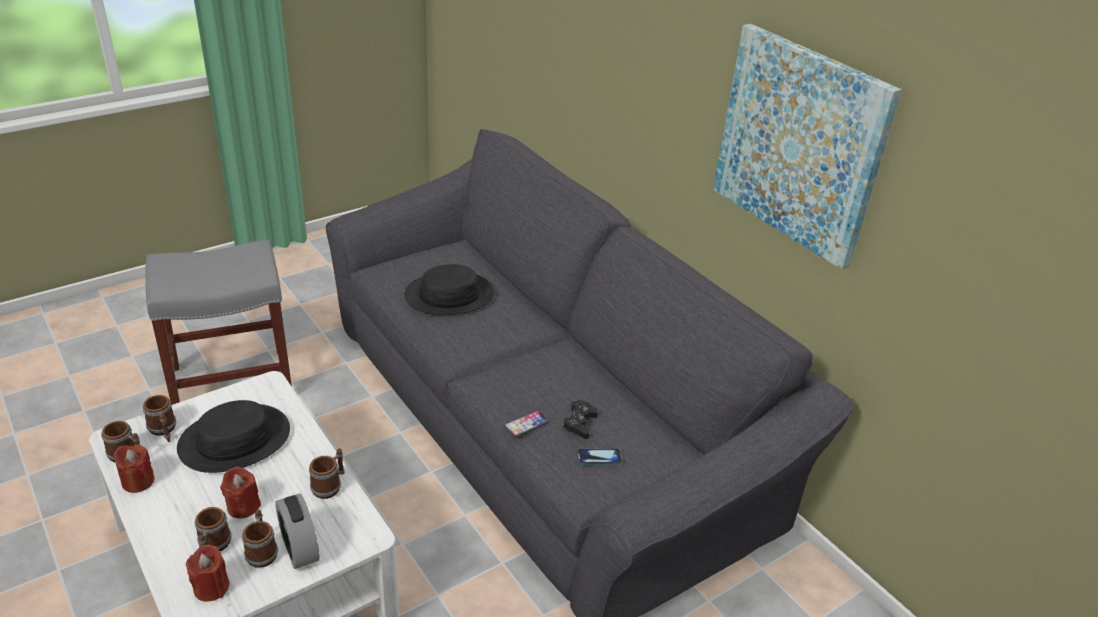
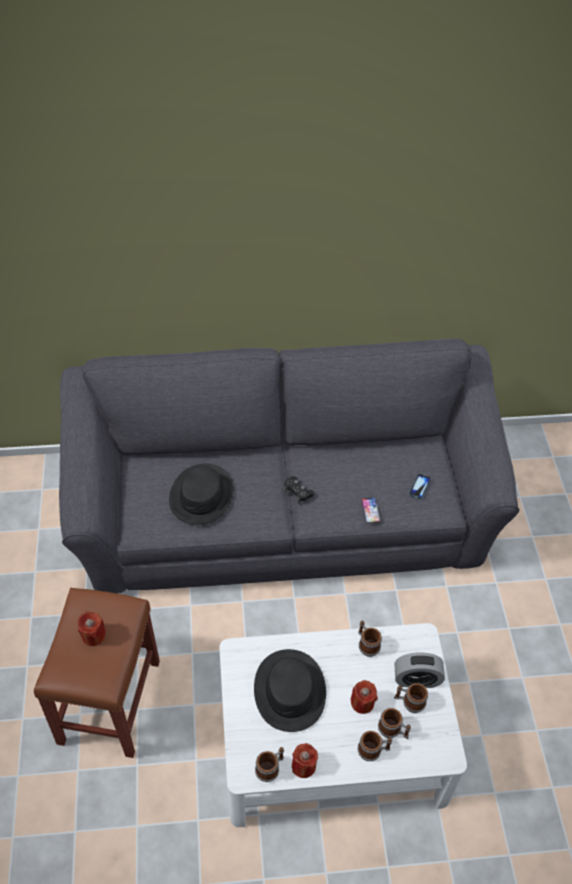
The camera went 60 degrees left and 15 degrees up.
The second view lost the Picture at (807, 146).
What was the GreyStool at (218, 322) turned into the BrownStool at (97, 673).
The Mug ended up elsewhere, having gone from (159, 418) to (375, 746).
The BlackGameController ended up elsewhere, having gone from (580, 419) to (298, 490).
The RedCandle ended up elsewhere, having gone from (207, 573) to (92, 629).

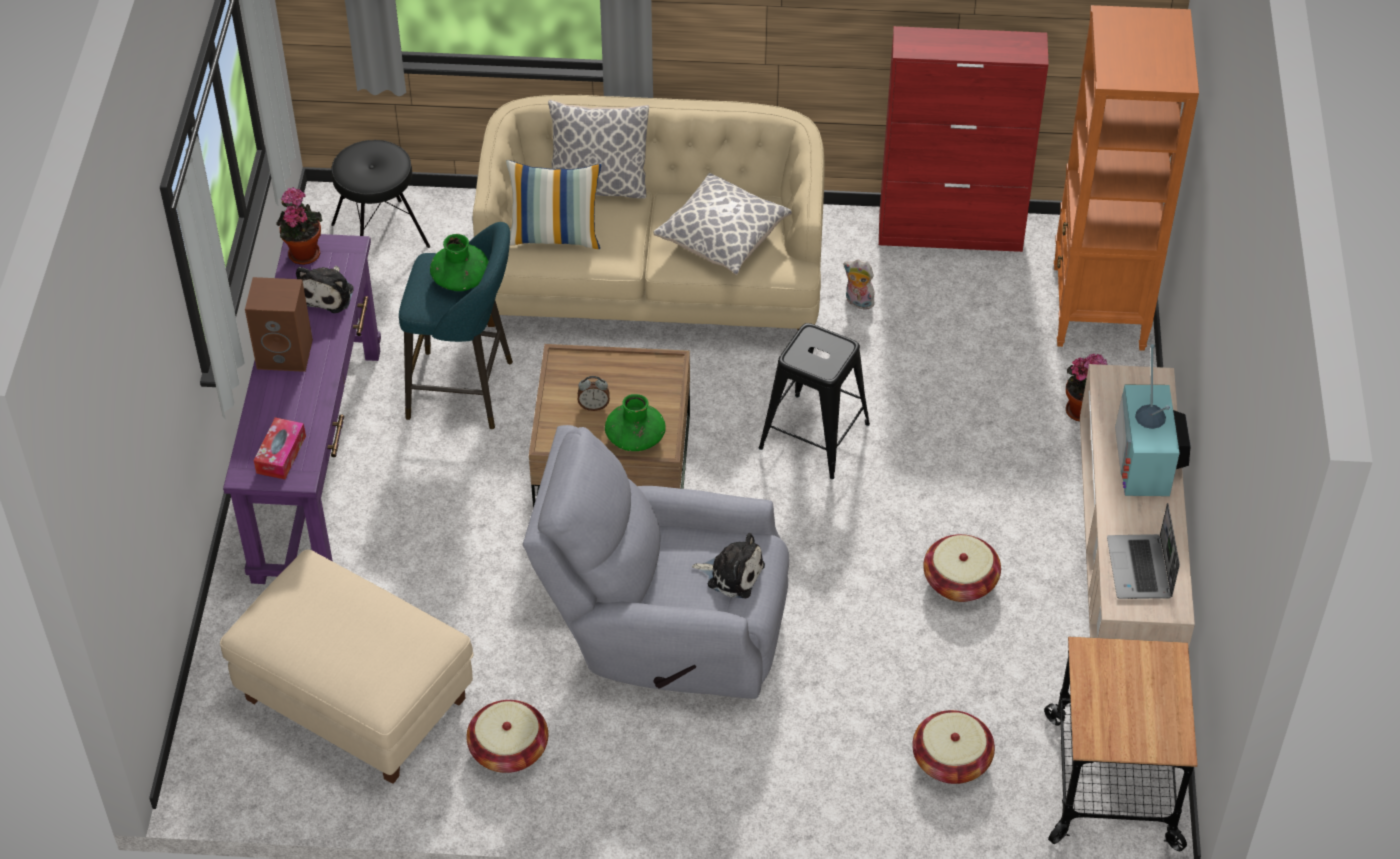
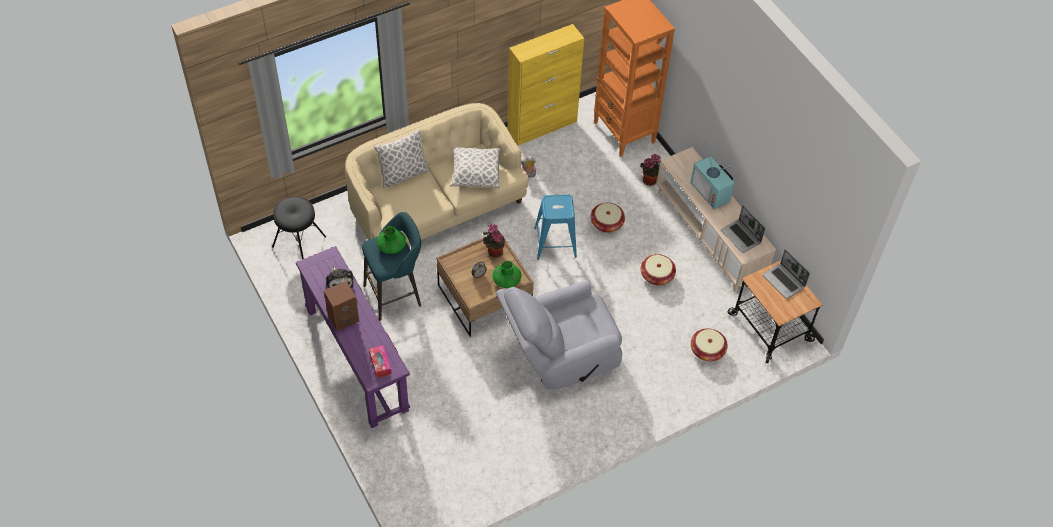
The camera went 35 degrees left and 5 degrees up.
What was the RedCabinet at (964, 139) turned into the YellowCabinet at (545, 85).
The second view lost the Pillow at (553, 204).
The PottedPlant ended up elsewhere, having gone from (299, 226) to (494, 241).
What was the BlackStool at (814, 401) turned into the BlueStool at (555, 227).
The second view lost the PlushToy at (728, 565).
The second view lost the BeigeOttoman at (347, 666).
The Basket ended up elsewhere, having gone from (507, 736) to (608, 218).
The second view gained the Laptop at (786, 274).

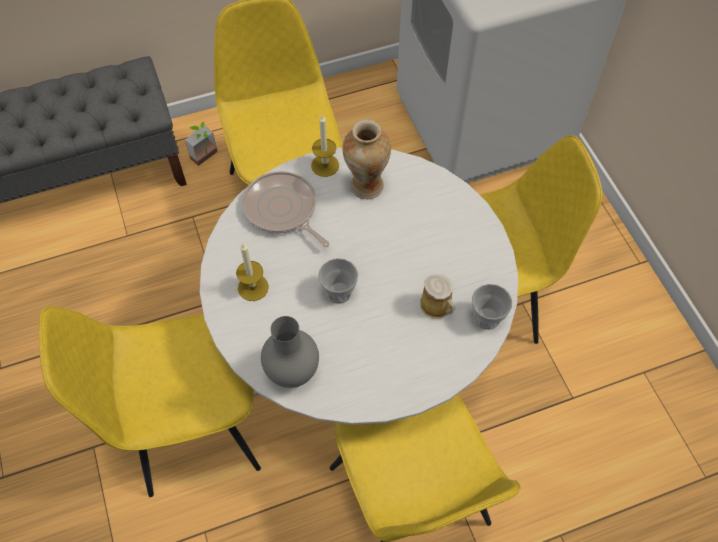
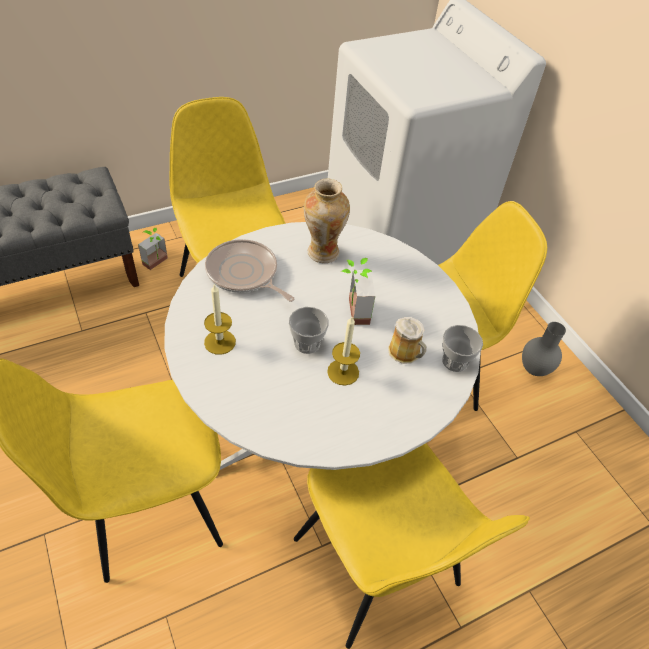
The camera went 10 degrees left and 10 degrees down.
The Candle ended up elsewhere, having gone from (325, 146) to (343, 351).
The GreyVase ended up elsewhere, having gone from (290, 352) to (544, 349).
The second view gained the PottedPlant at (358, 291).

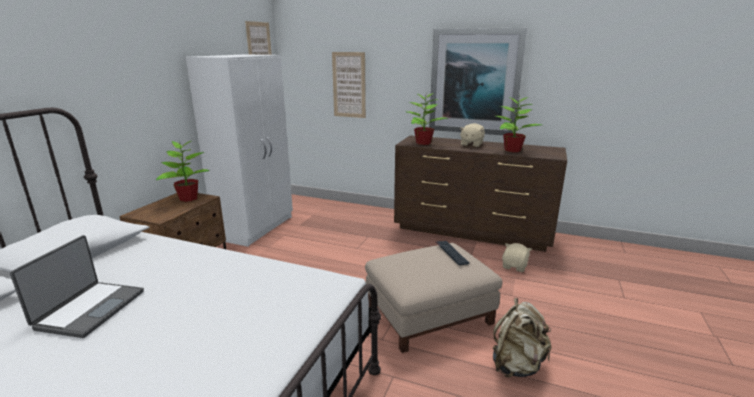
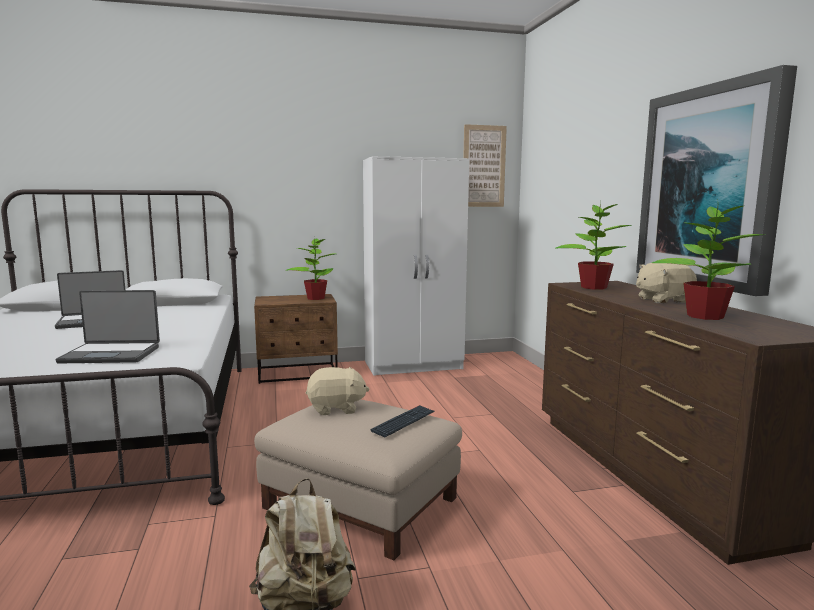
The camera went 55 degrees right and 10 degrees down.
The second view lost the Picture at (349, 85).
The BeigePlushToy ended up elsewhere, having gone from (517, 257) to (337, 391).
The second view gained the Laptop at (108, 327).

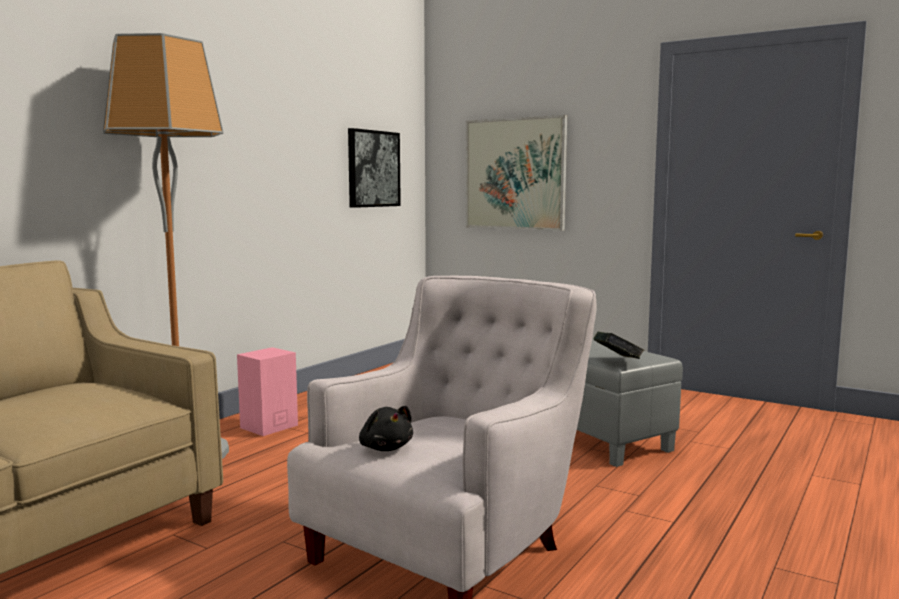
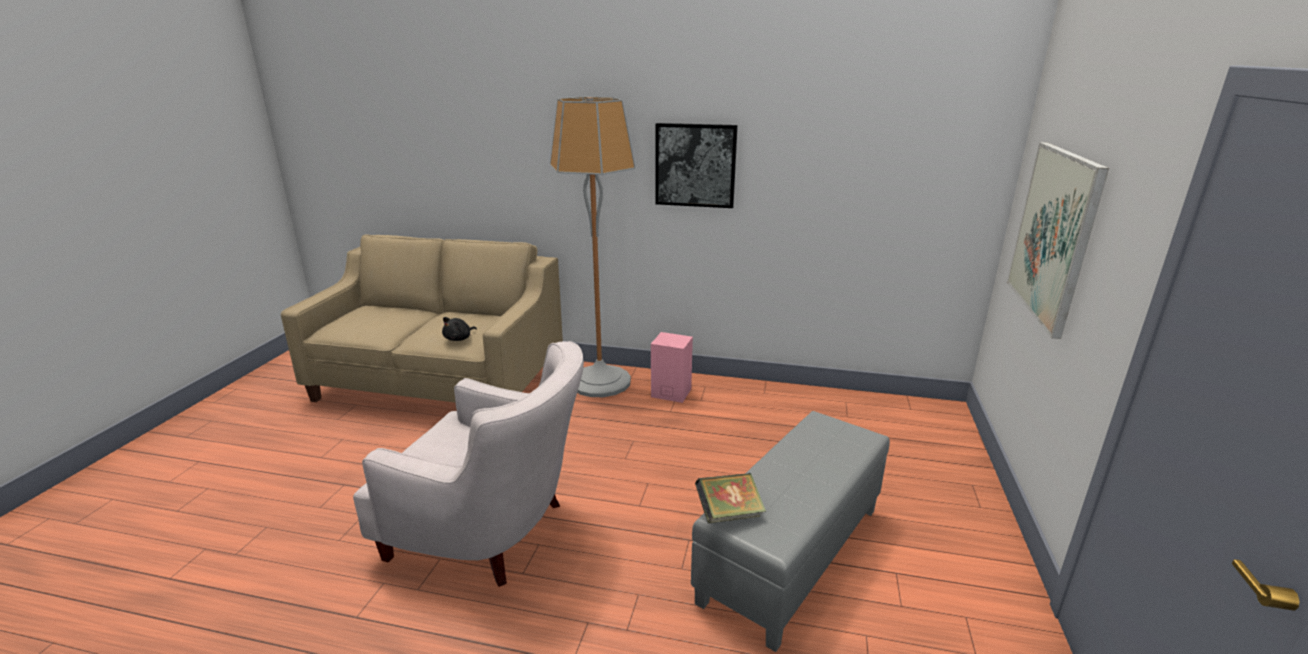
The camera went 70 degrees right and 15 degrees up.
The Picture ended up elsewhere, having gone from (374, 168) to (696, 165).
The BlackPlushToy ended up elsewhere, having gone from (386, 428) to (459, 329).

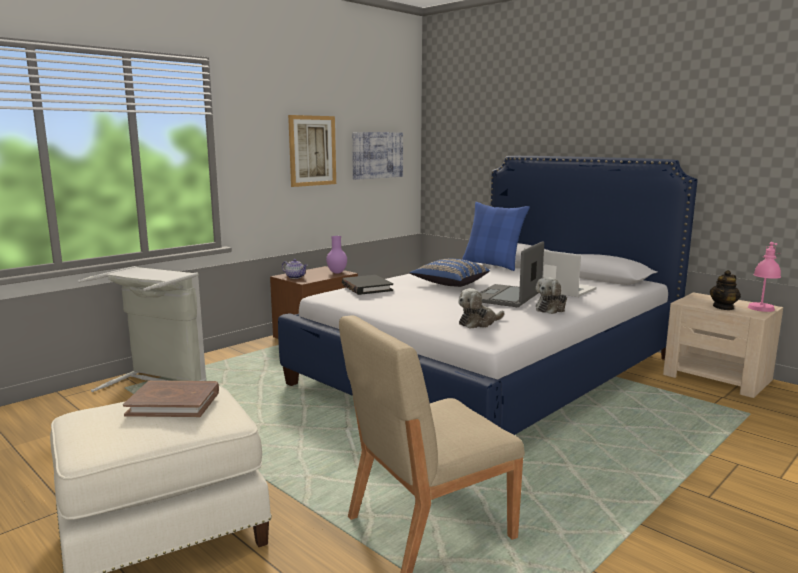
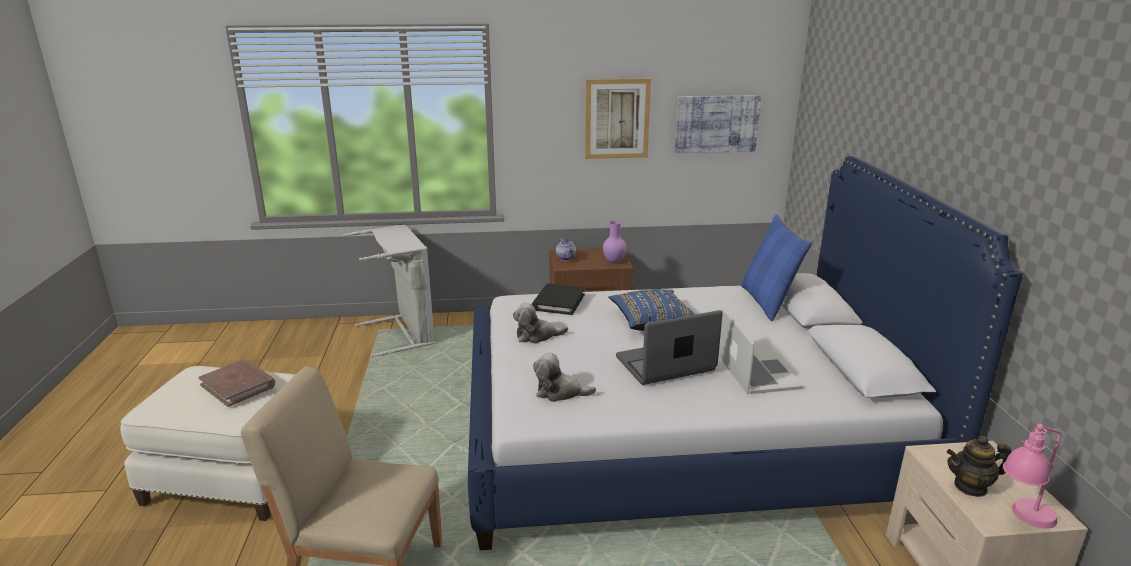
The camera went 40 degrees right and 10 degrees up.
The PlushToy ended up elsewhere, having gone from (551, 295) to (540, 323).

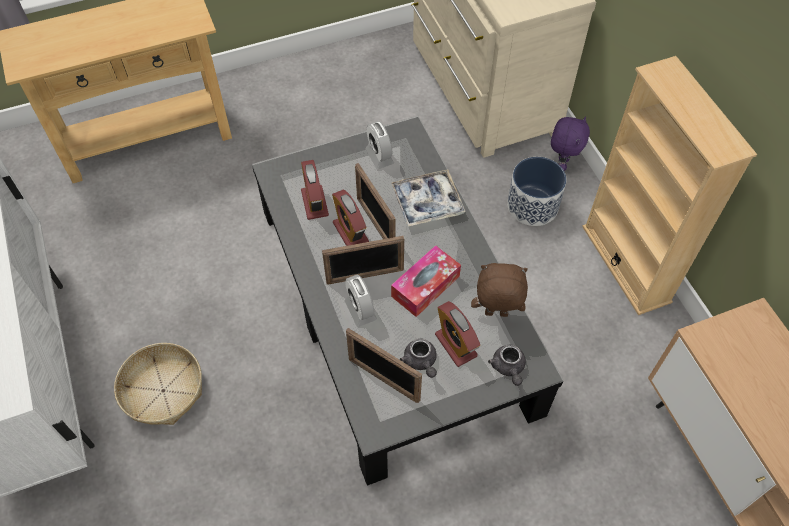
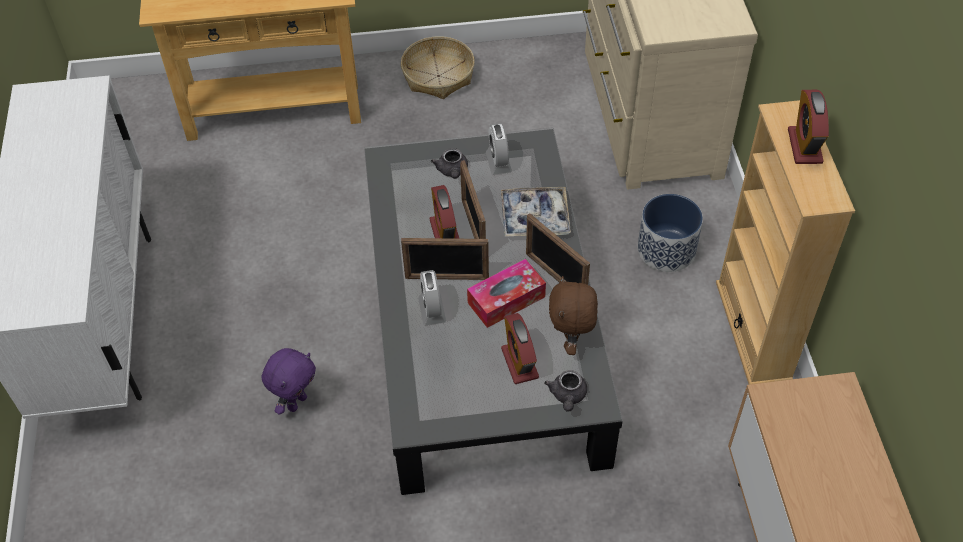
The camera went 15 degrees right and 5 degrees down.
The PurplePlushToy ended up elsewhere, having gone from (570, 143) to (289, 381).
The AlarmClock ended up elsewhere, having gone from (315, 190) to (808, 127).
The BrownPlushToy at (499, 290) ended up facing another way, 105 degrees counterclockwise from before.
The PictureFrame ended up elsewhere, having gone from (384, 365) to (558, 249).
The GreyTeapot ended up elsewhere, having gone from (418, 358) to (449, 163).
The Basket ended up elsewhere, having gone from (158, 384) to (438, 67).

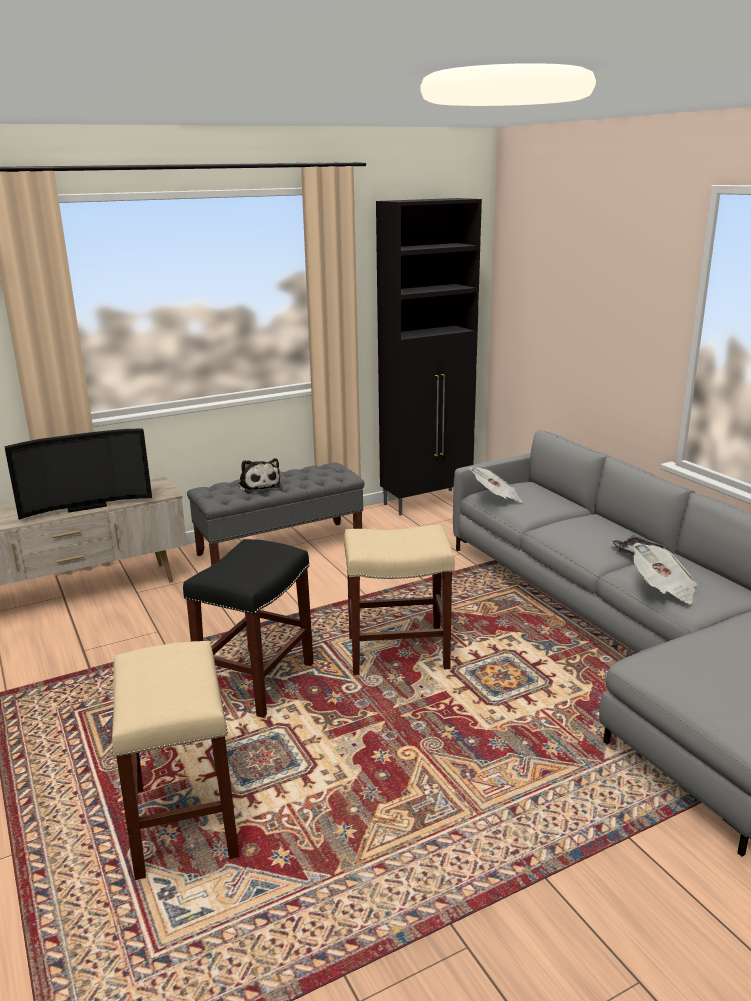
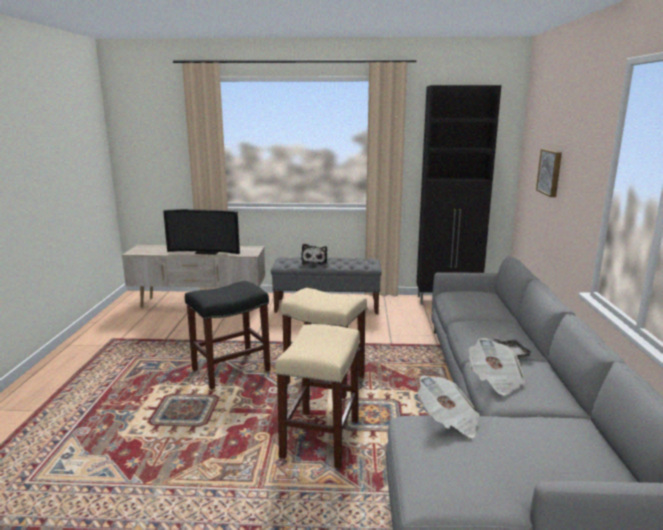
The camera went 30 degrees right and 5 degrees down.
The Newspaper ended up elsewhere, having gone from (496, 484) to (449, 407).
The BeigeStool ended up elsewhere, having gone from (175, 760) to (317, 396).
The second view gained the Picture at (549, 173).

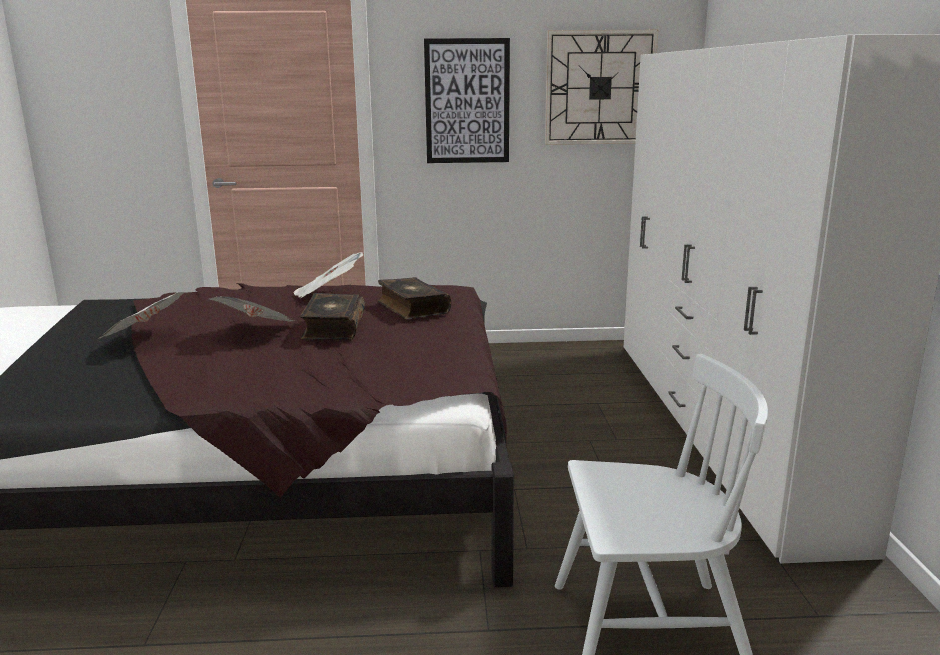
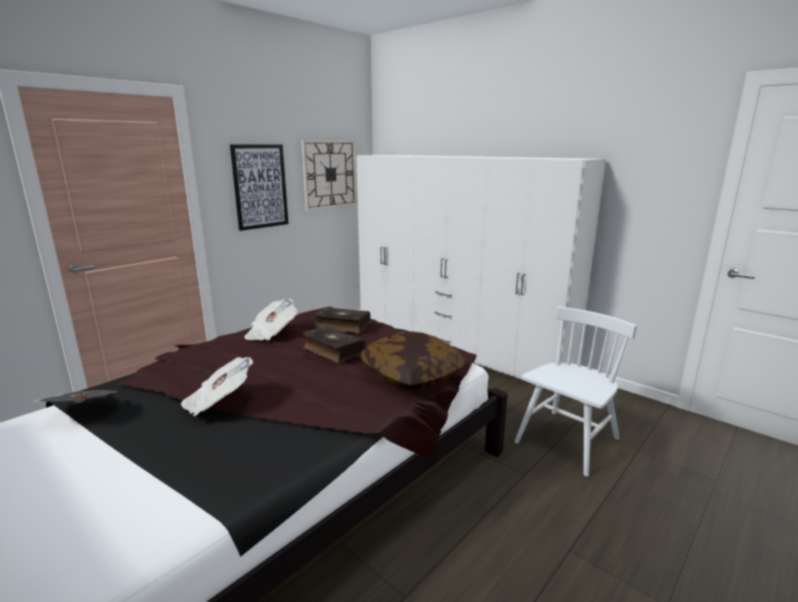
The camera went 45 degrees left and 0 degrees up.
The Newspaper ended up elsewhere, having gone from (252, 308) to (75, 396).
The second view gained the Pillow at (412, 360).

